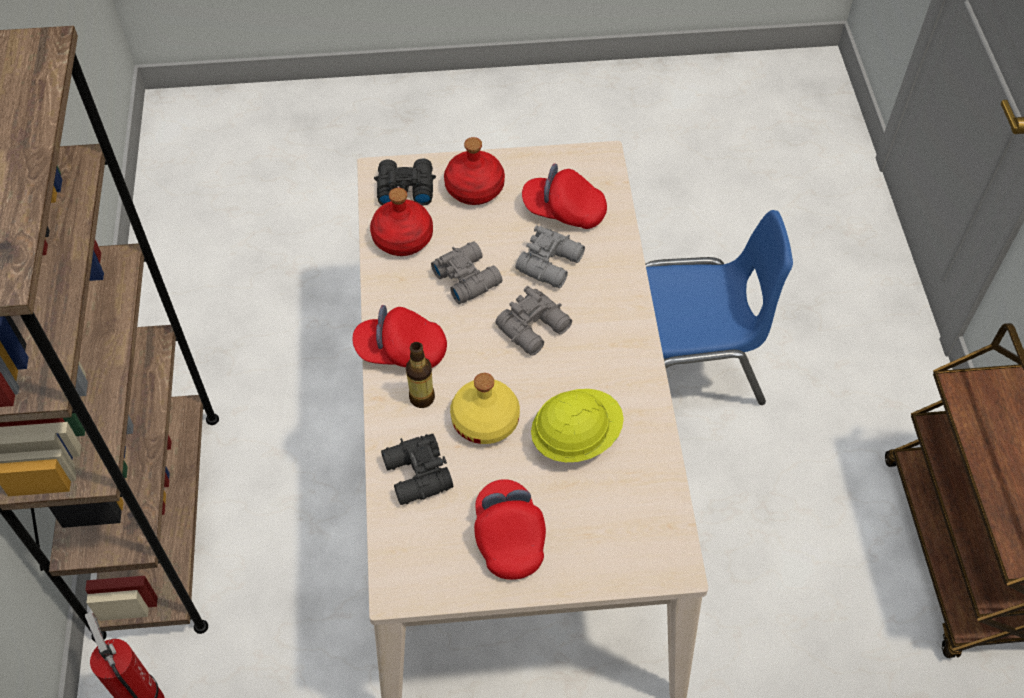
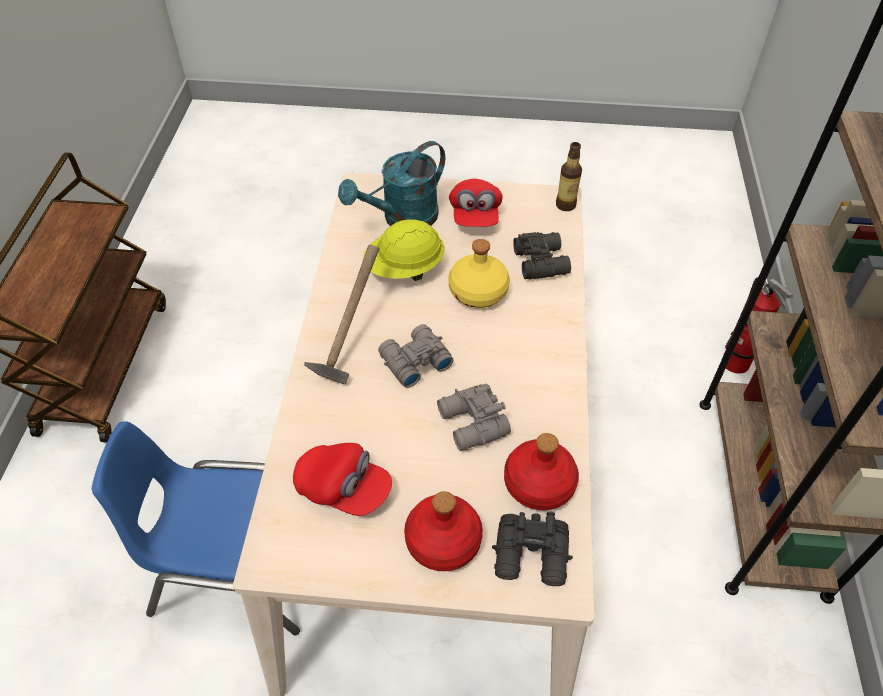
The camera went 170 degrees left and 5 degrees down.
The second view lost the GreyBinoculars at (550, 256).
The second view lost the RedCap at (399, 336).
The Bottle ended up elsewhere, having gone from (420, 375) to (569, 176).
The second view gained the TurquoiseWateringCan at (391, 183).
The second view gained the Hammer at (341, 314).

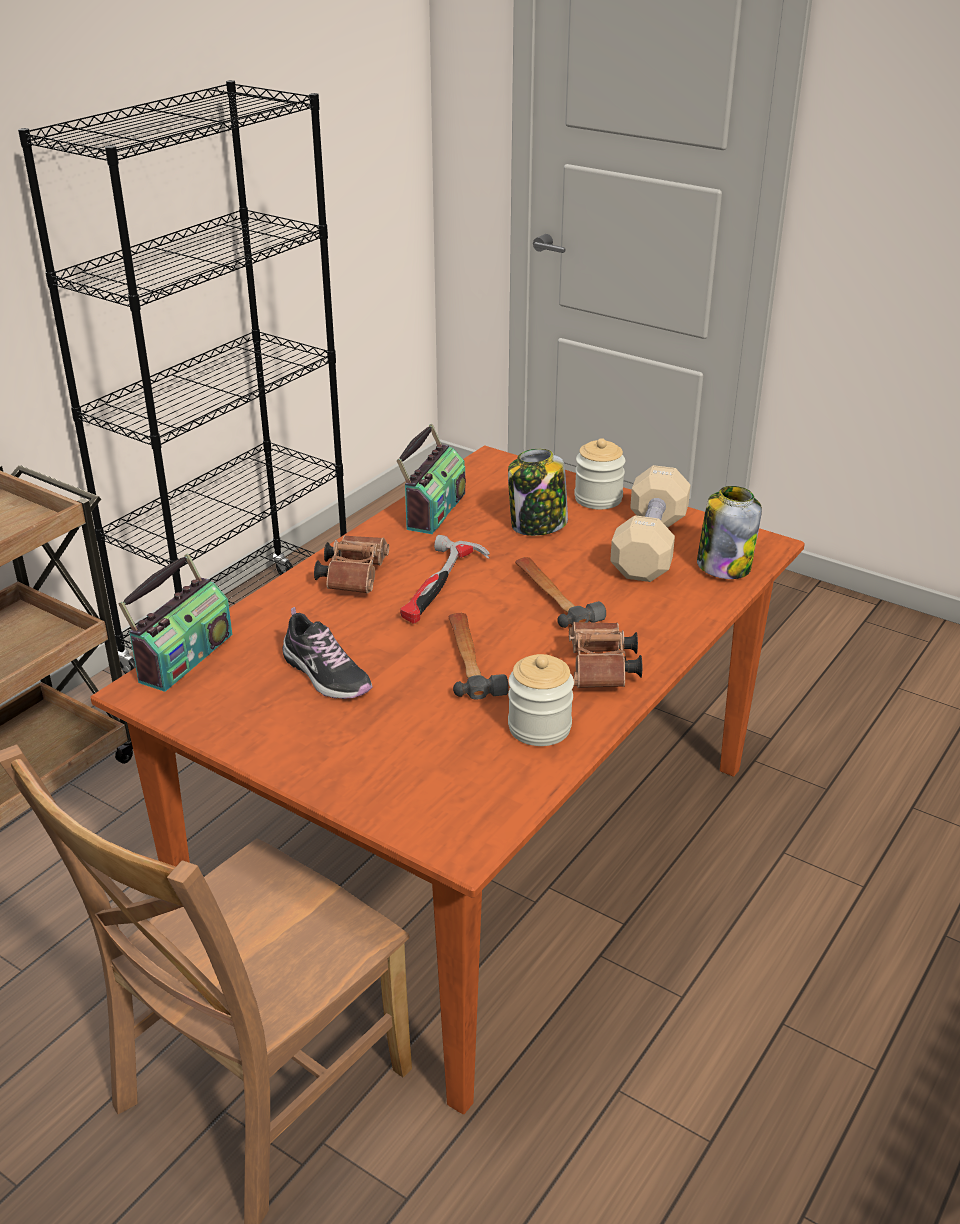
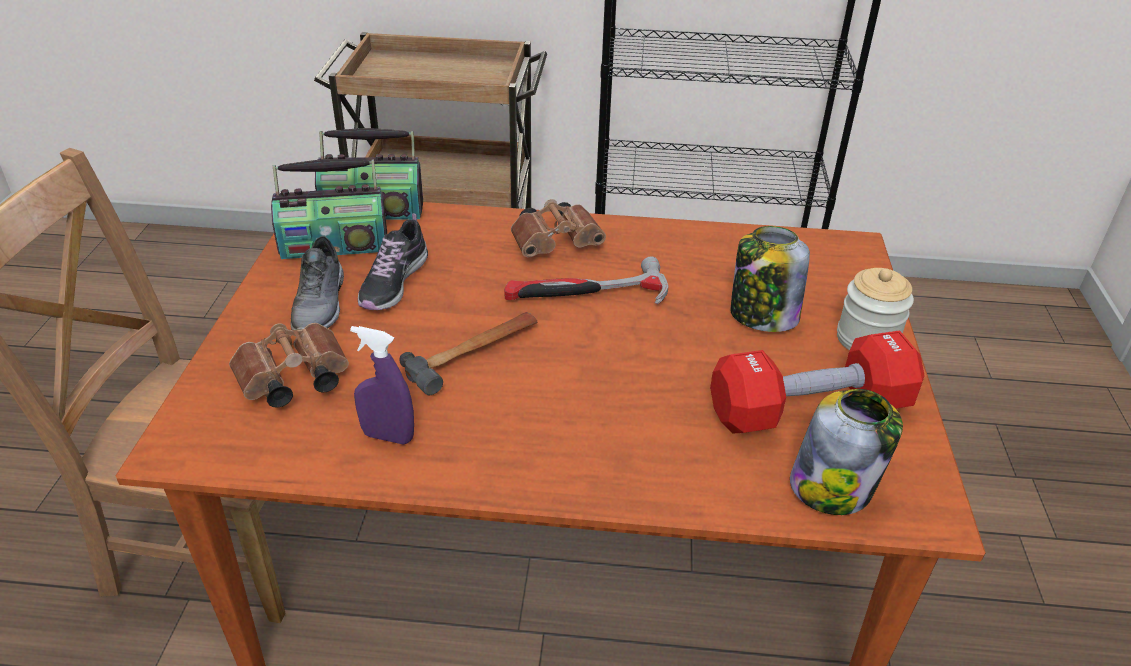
The camera went 60 degrees right and 5 degrees up.
The Radio ended up elsewhere, having gone from (431, 479) to (329, 209).
What was the BeigeDumbbell at (650, 523) turned into the RedDumbbell at (817, 382).
The second view lost the Hammer at (560, 592).
The BrownBinoculars ended up elsewhere, having gone from (605, 655) to (289, 365).
Where the Jar stood at (541, 700), the PurpleSprayBottle came to stand at (382, 385).
The second view gained the GreyShoe at (317, 283).

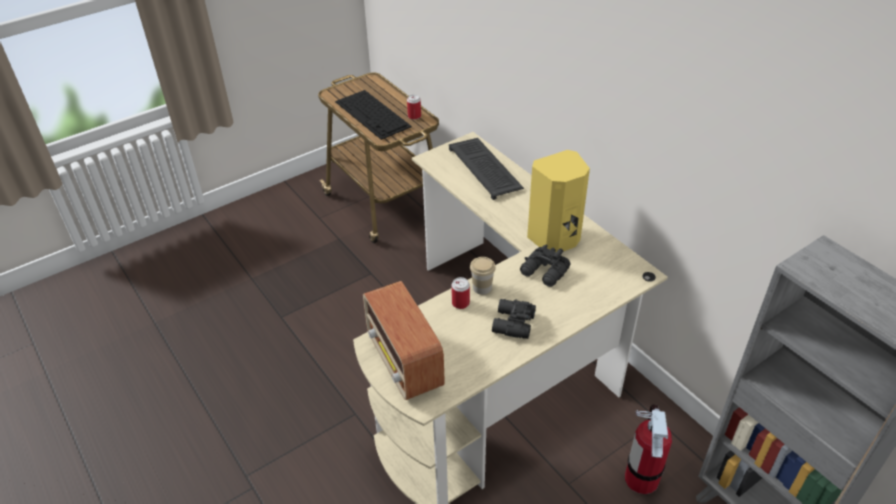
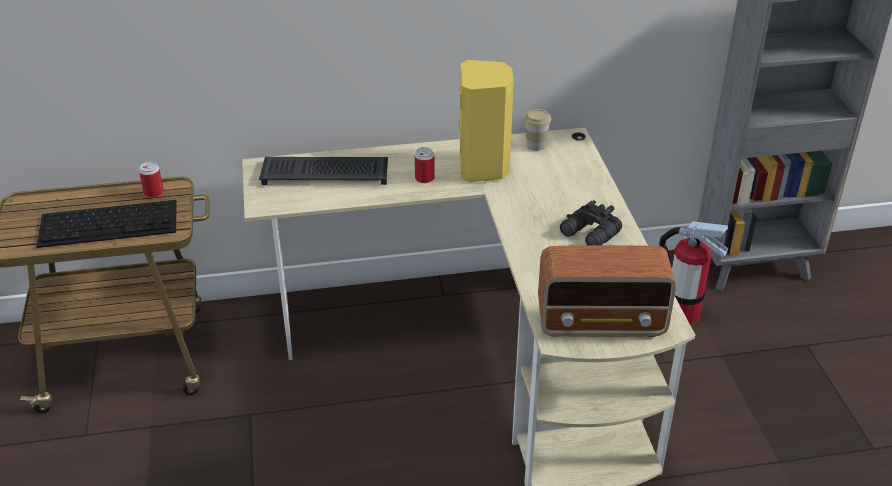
The camera went 65 degrees left and 5 degrees down.
The second view lost the BlackBinoculars at (545, 266).
The Cup ended up elsewhere, having gone from (483, 276) to (537, 130).
The Can ended up elsewhere, having gone from (460, 293) to (425, 165).

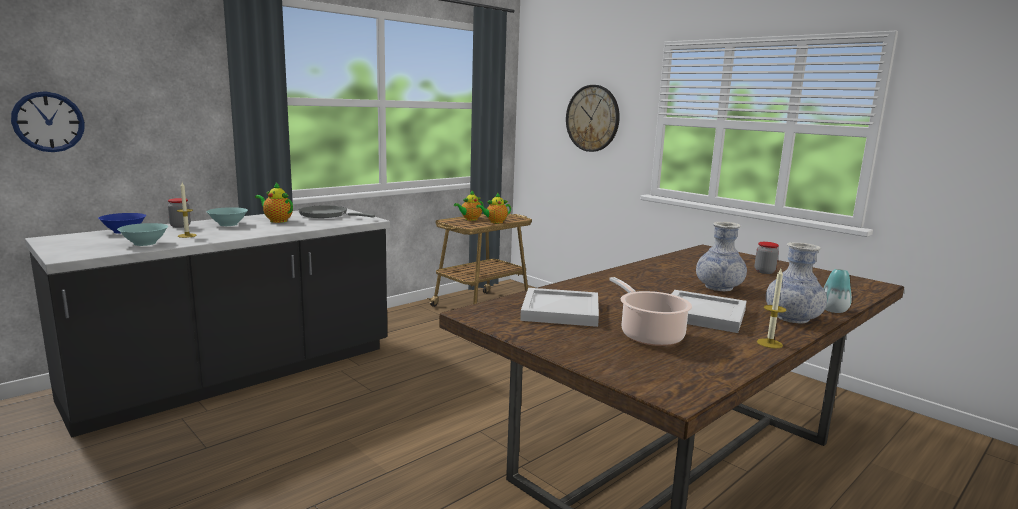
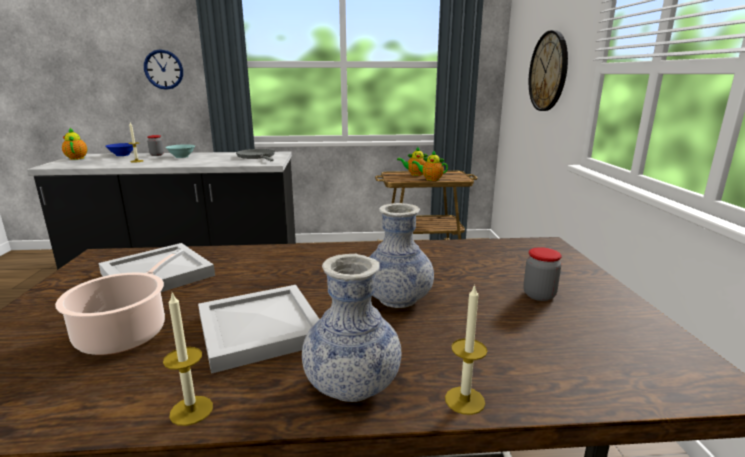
The camera went 40 degrees right and 5 degrees up.
The WallClock ended up elsewhere, having gone from (48, 121) to (163, 69).
The Teapot ended up elsewhere, having gone from (274, 202) to (74, 143).
The second view lost the TurquoiseBowl at (142, 234).
Where the Vase stood at (837, 291), the Candle came to stand at (466, 349).

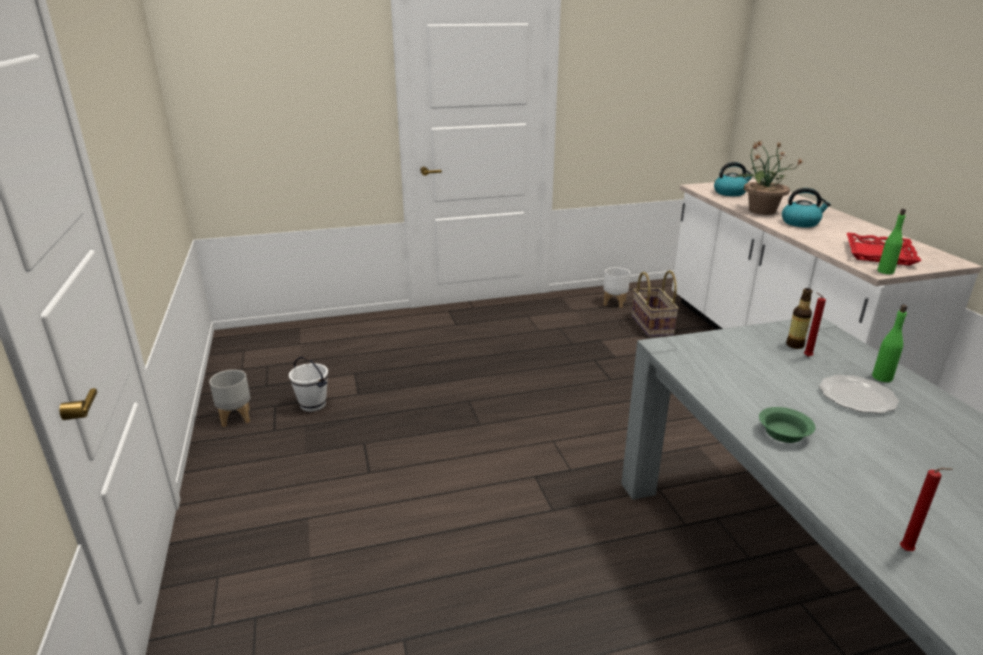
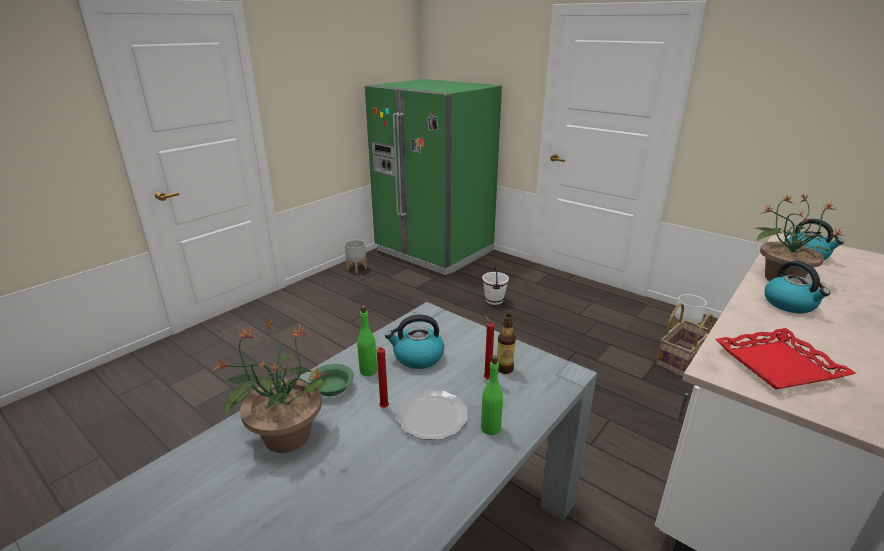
The camera went 55 degrees right and 0 degrees up.
The GreenBottle ended up elsewhere, having gone from (892, 241) to (367, 340).
The WhiteBucket ended up elsewhere, having gone from (308, 384) to (495, 285).
The RedCandle ended up elsewhere, having gone from (926, 509) to (383, 377).
The second view gained the GreenFridge at (433, 177).
The second view gained the Kettle at (414, 341).
The second view gained the PottedPlant at (270, 385).

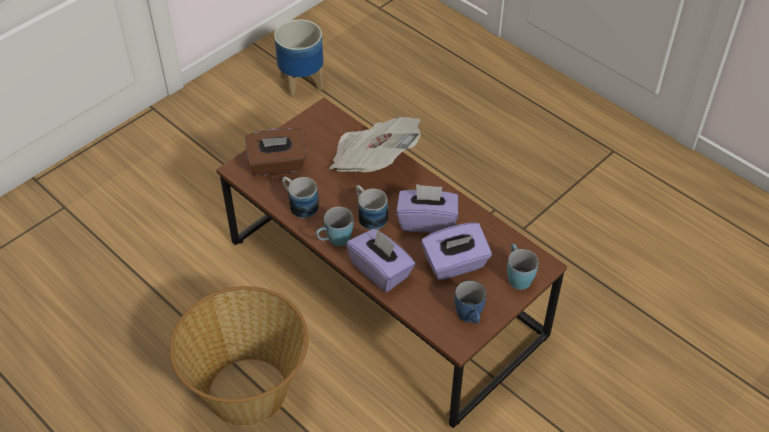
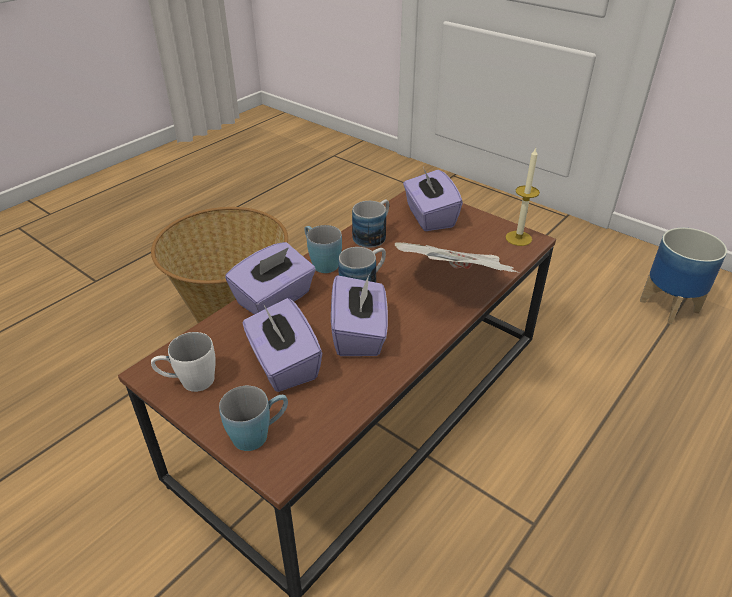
The camera went 85 degrees right and 10 degrees down.
What was the BrownTissueBox at (275, 152) turned into the PurpleTissueBox at (433, 199).
What was the BlueMug at (470, 302) turned into the WhiteMug at (183, 362).
The second view gained the Candle at (522, 197).

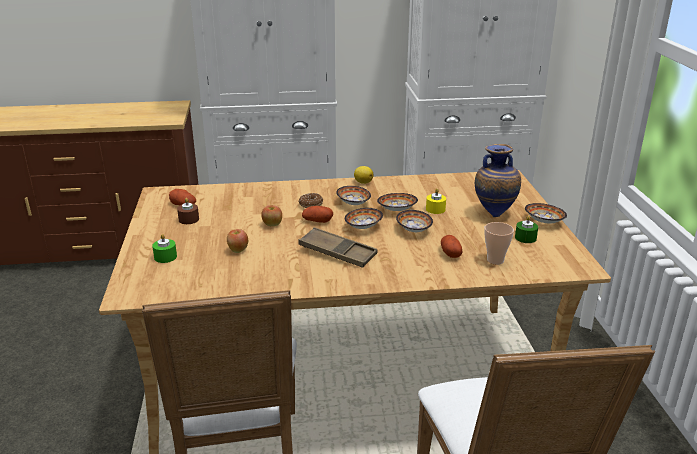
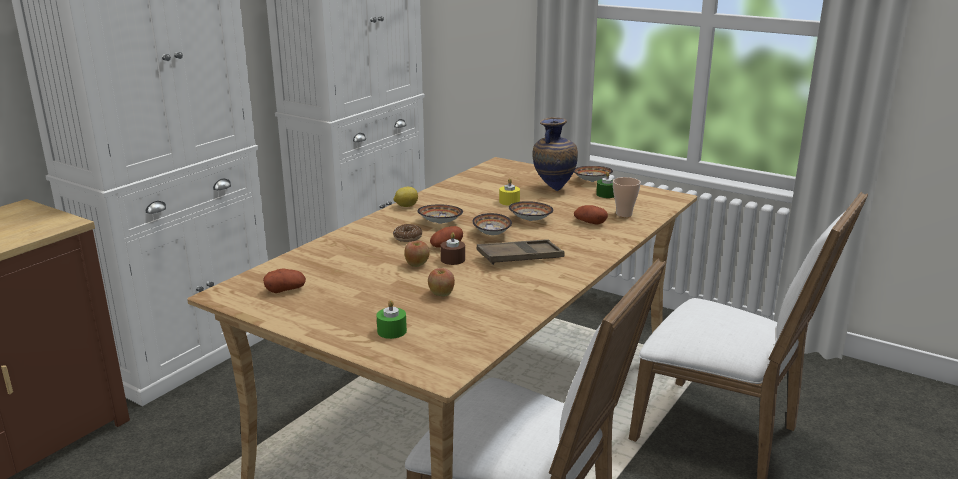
The camera went 50 degrees left and 5 degrees down.
The second view lost the Bowl at (397, 202).
The BrownCandle ended up elsewhere, having gone from (188, 211) to (452, 248).

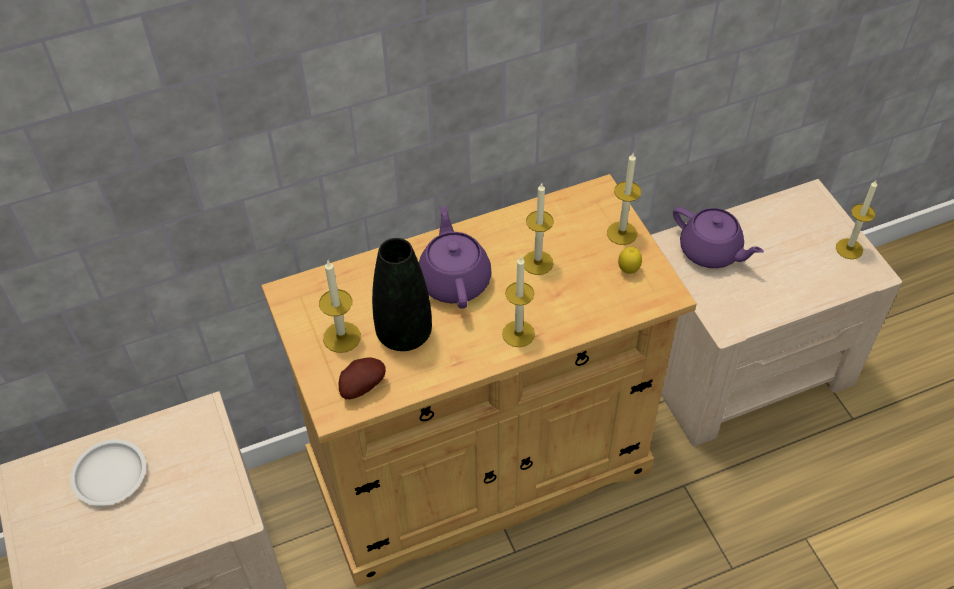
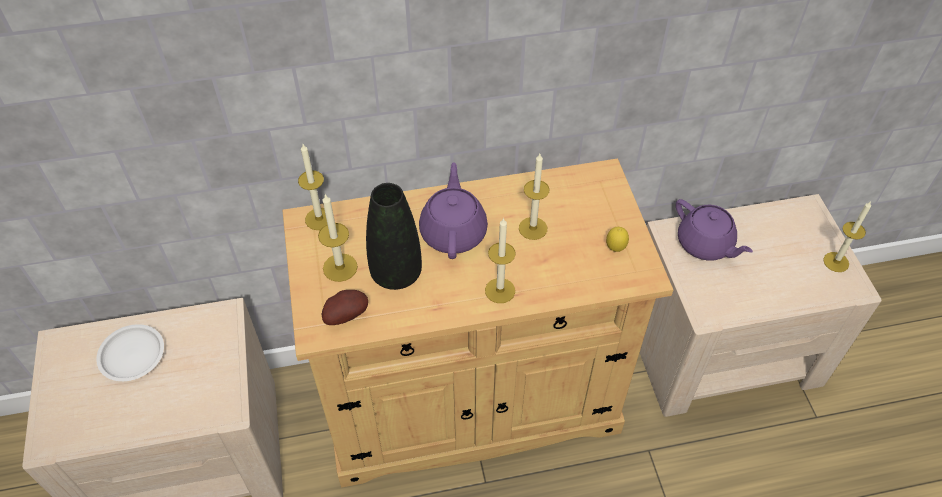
The camera went 10 degrees right and 0 degrees up.
The Candle ended up elsewhere, having gone from (624, 199) to (312, 187).

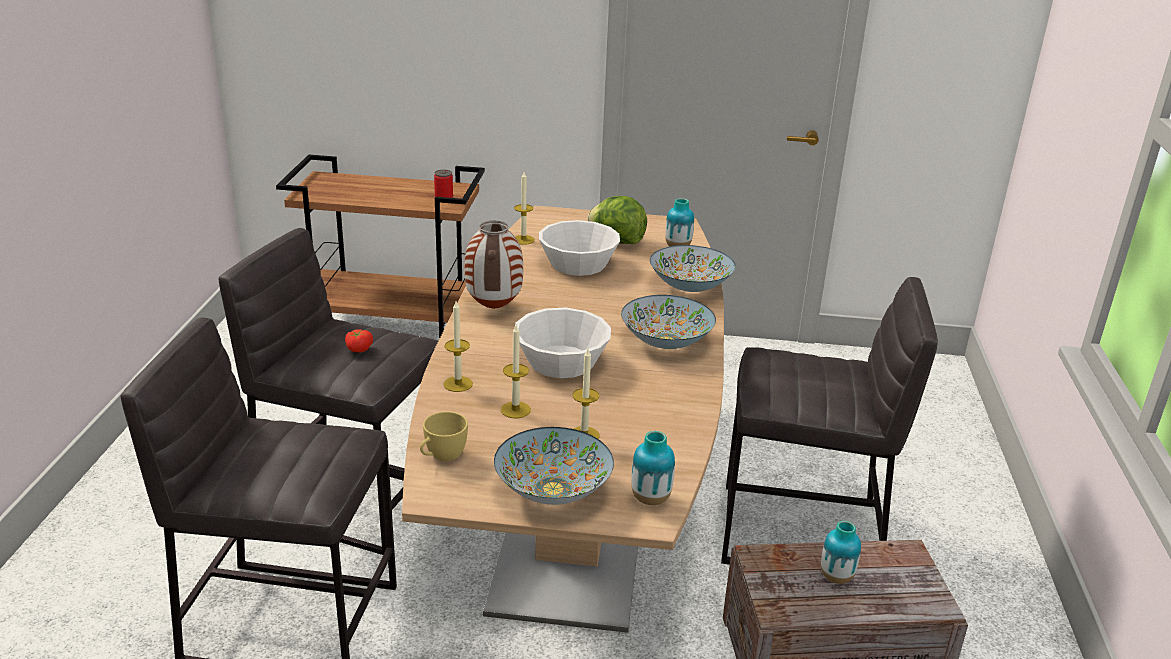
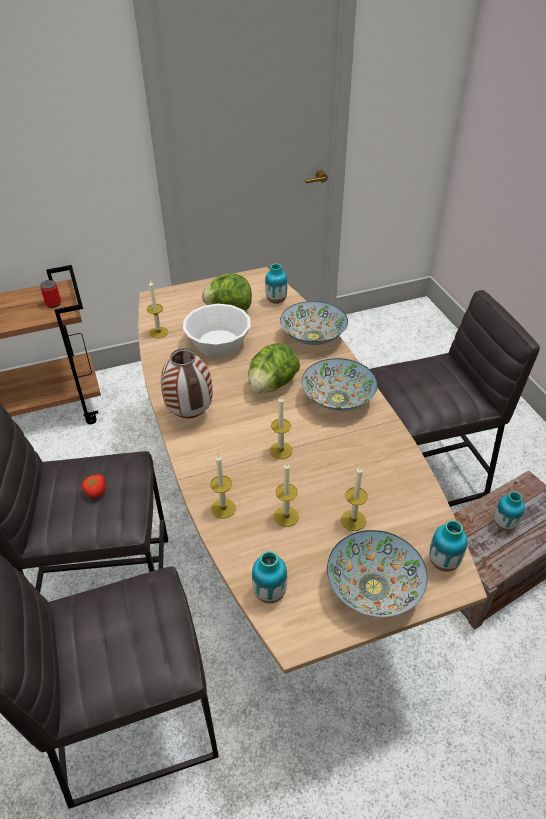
The camera went 25 degrees left and 15 degrees up.
Where the WhiteBowl stood at (562, 343), the Candle came to stand at (281, 428).
Where the YellowCup stood at (444, 437), the Vase came to stand at (269, 577).
The second view gained the Lettuce at (274, 368).

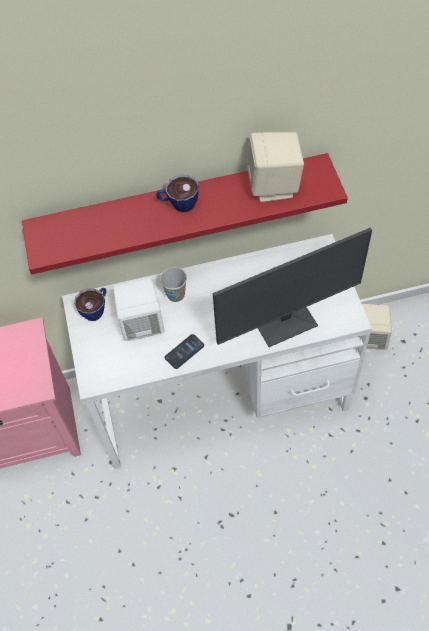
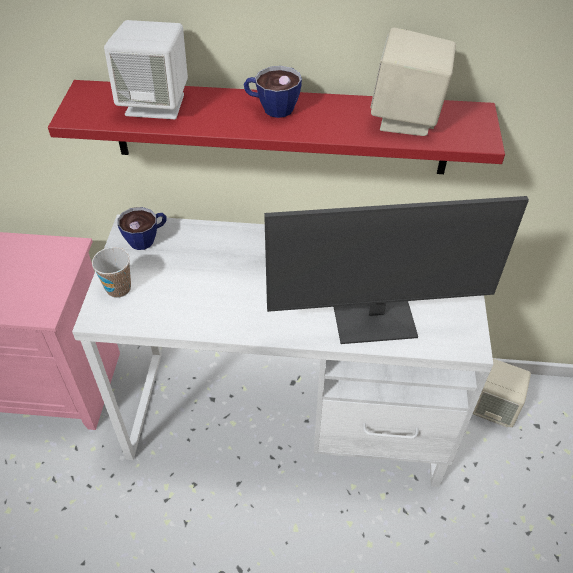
The camera went 15 degrees right and 10 degrees down.
The Cup ended up elsewhere, having gone from (173, 284) to (111, 272).
The WhiteSpeaker ended up elsewhere, having gone from (138, 309) to (146, 69).
The second view lost the Phone at (184, 351).

